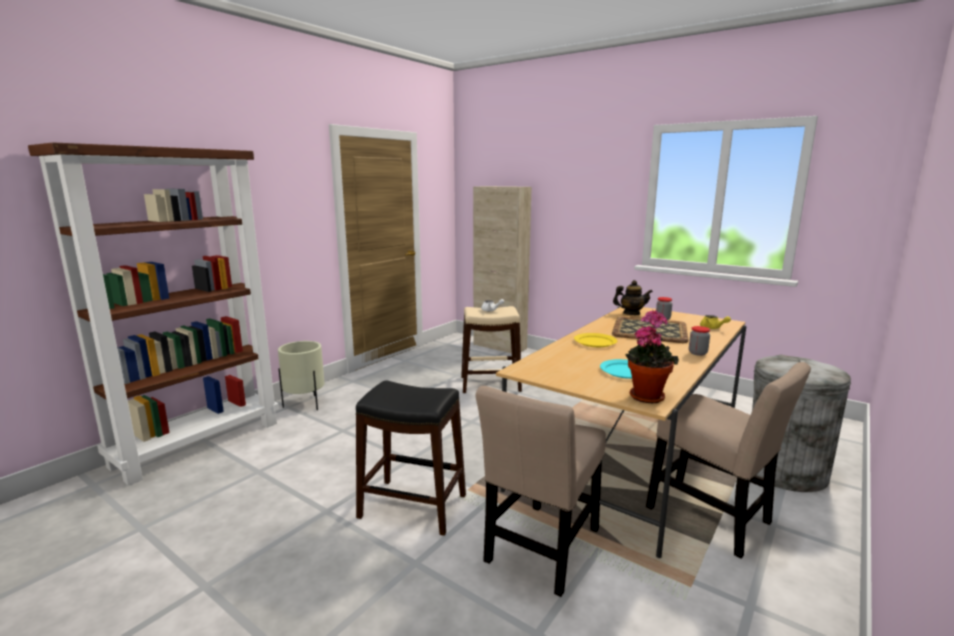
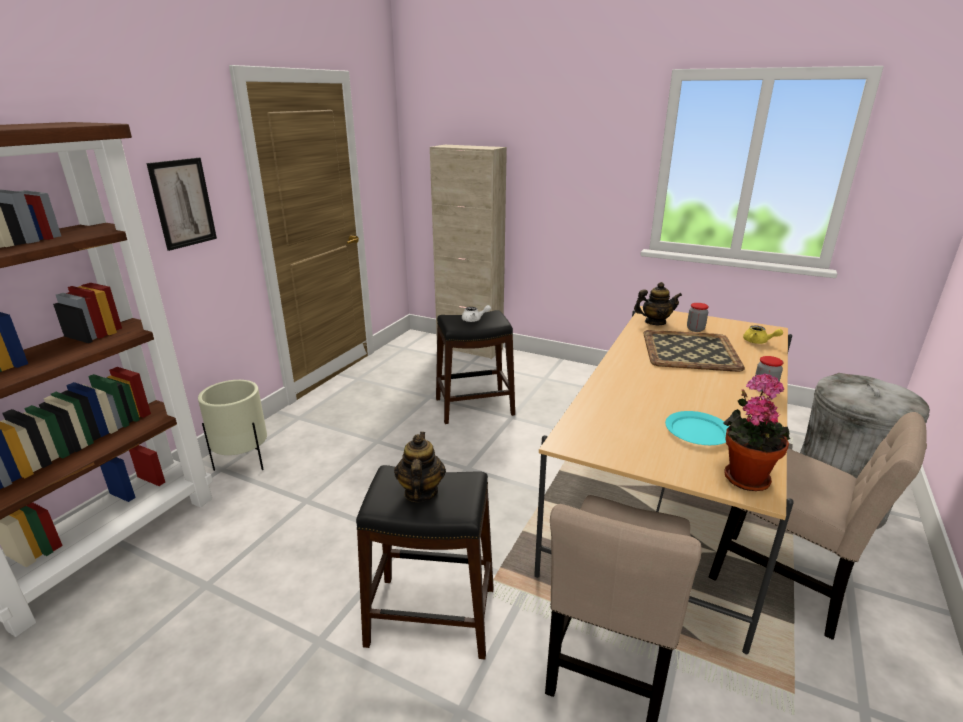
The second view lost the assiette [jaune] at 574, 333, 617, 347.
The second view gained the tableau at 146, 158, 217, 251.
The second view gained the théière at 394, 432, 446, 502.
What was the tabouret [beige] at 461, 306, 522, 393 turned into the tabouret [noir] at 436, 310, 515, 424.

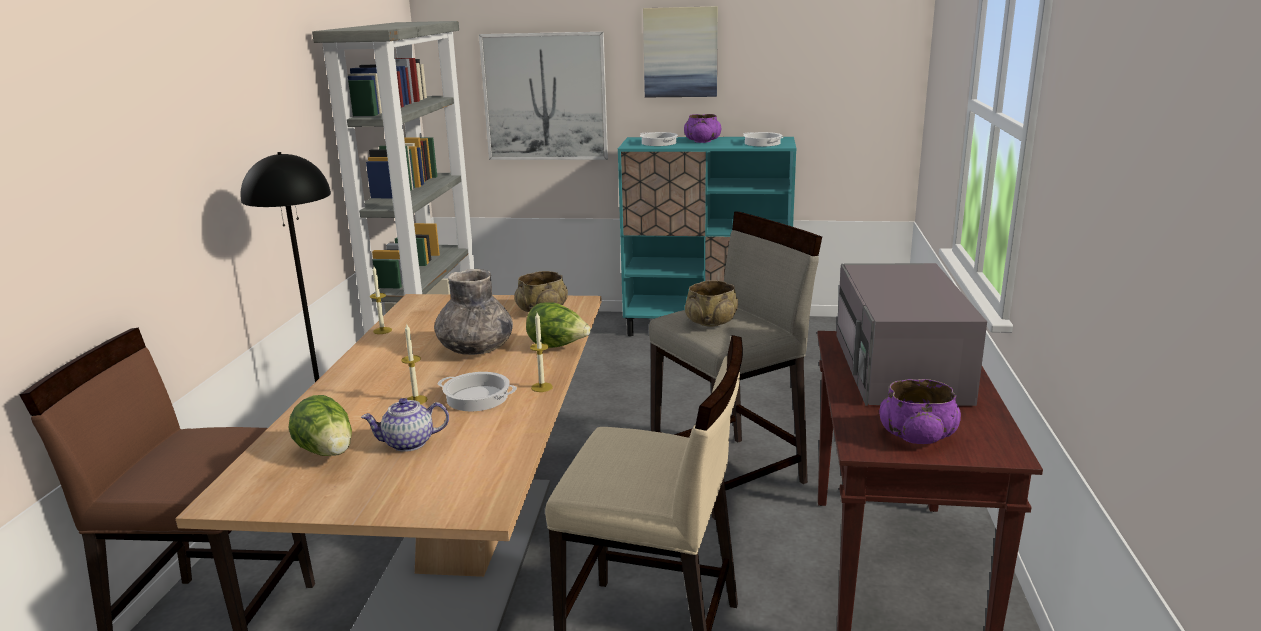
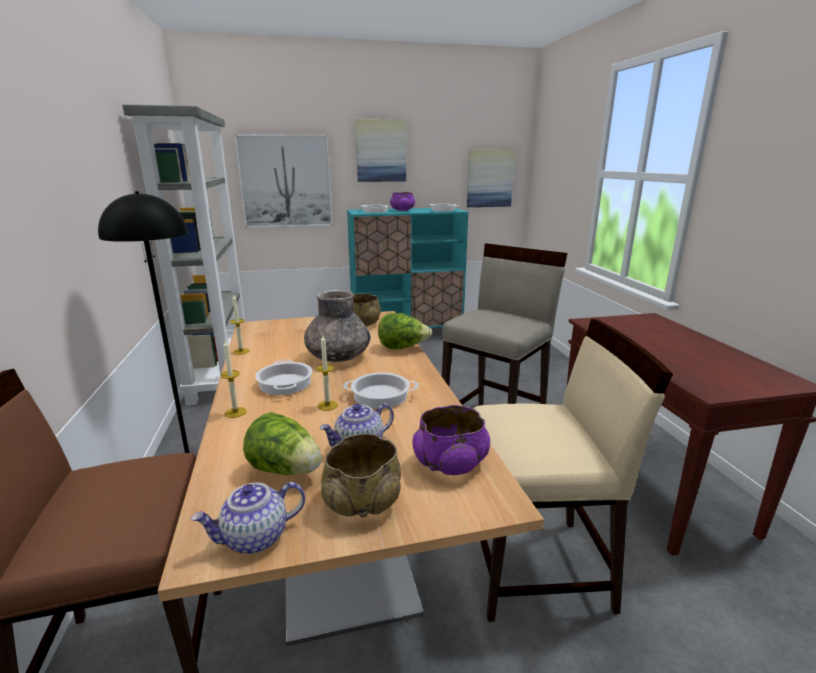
The second view lost the micro-ondes [gris] at 836, 263, 987, 406.
The second view gained the théière at 191, 482, 305, 554.
The second view gained the marmite at 255, 360, 313, 395.
The second view gained the tableau at 467, 150, 515, 207.
The bougie ended up elsewhere, having gone from 530, 313, 553, 392 to 220, 341, 247, 418.
The bol [beige] ended up elsewhere, having gone from 685, 280, 738, 327 to 321, 434, 401, 518.
The bol [violet] ended up elsewhere, having gone from 879, 379, 961, 444 to 412, 405, 490, 475.

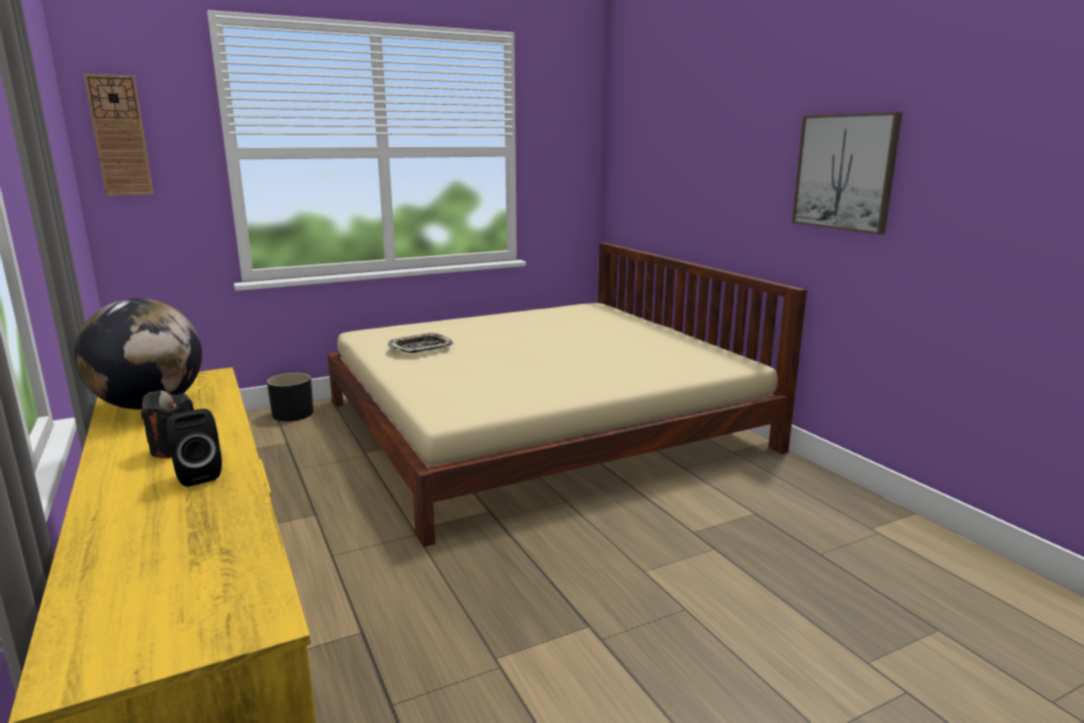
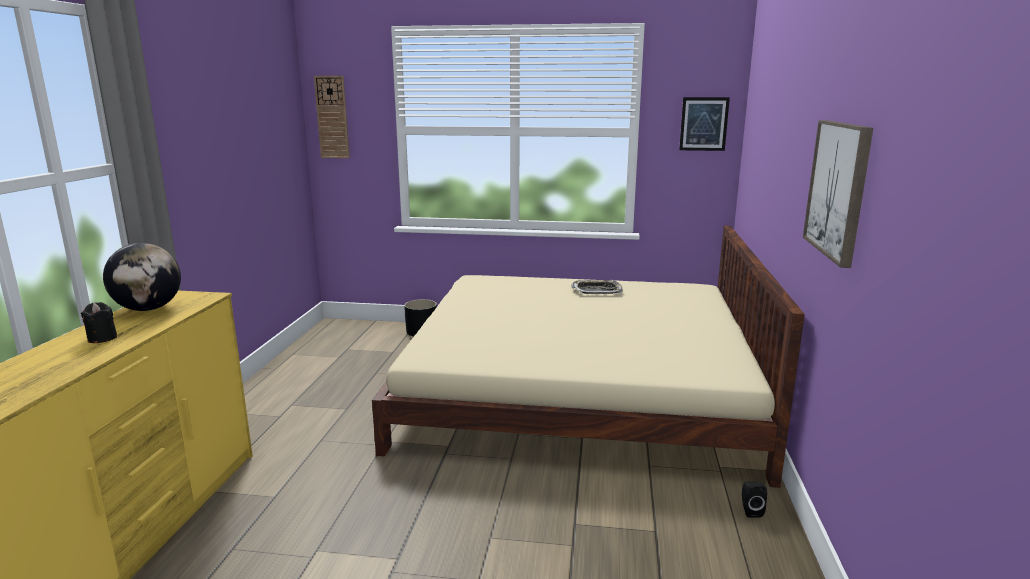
The second view gained the tableau at 679, 97, 730, 151.
The enceinte [noir] ended up elsewhere, having gone from 167, 409, 222, 487 to 742, 482, 767, 517.
The plateau ended up elsewhere, having gone from 388, 332, 453, 353 to 571, 280, 623, 294.

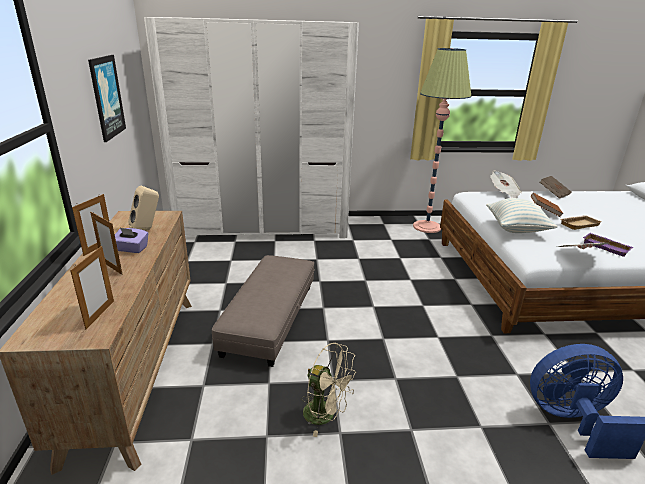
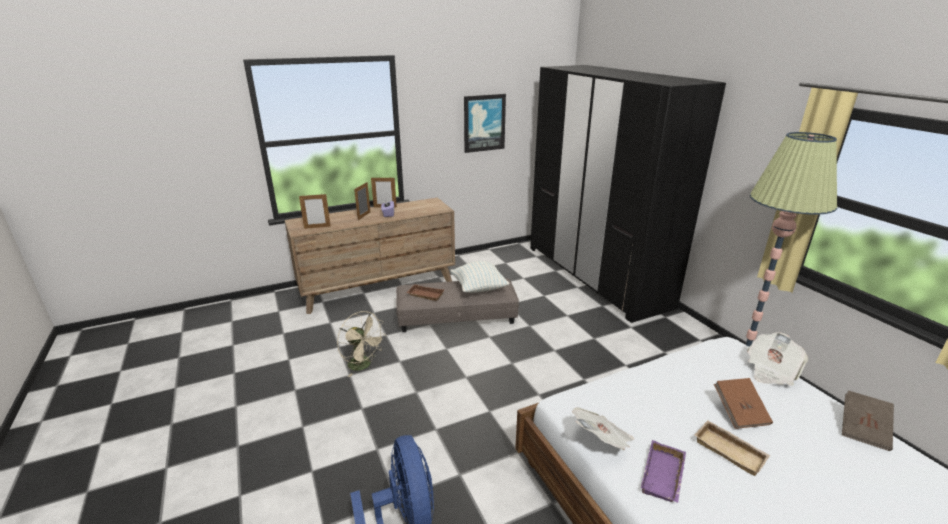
The second view lost the enceinte [beige] at 128, 185, 159, 231.
The second view gained the plateau [marron] at 406, 284, 445, 301.
The coussin ended up elsewhere, having gone from 486, 198, 558, 233 to 450, 261, 510, 293.
What was the armoire [blanc] at 144, 17, 359, 238 turned into the armoire [noir] at 530, 65, 726, 323.
The ventilateur [beige] at 301, 343, 357, 437 ended up facing another way, 60 degrees counterclockwise from before.

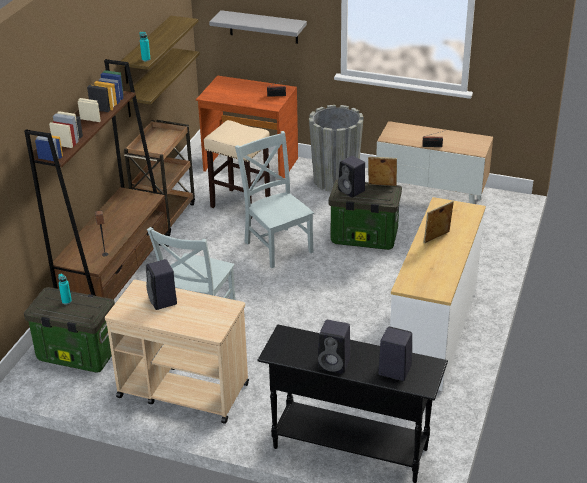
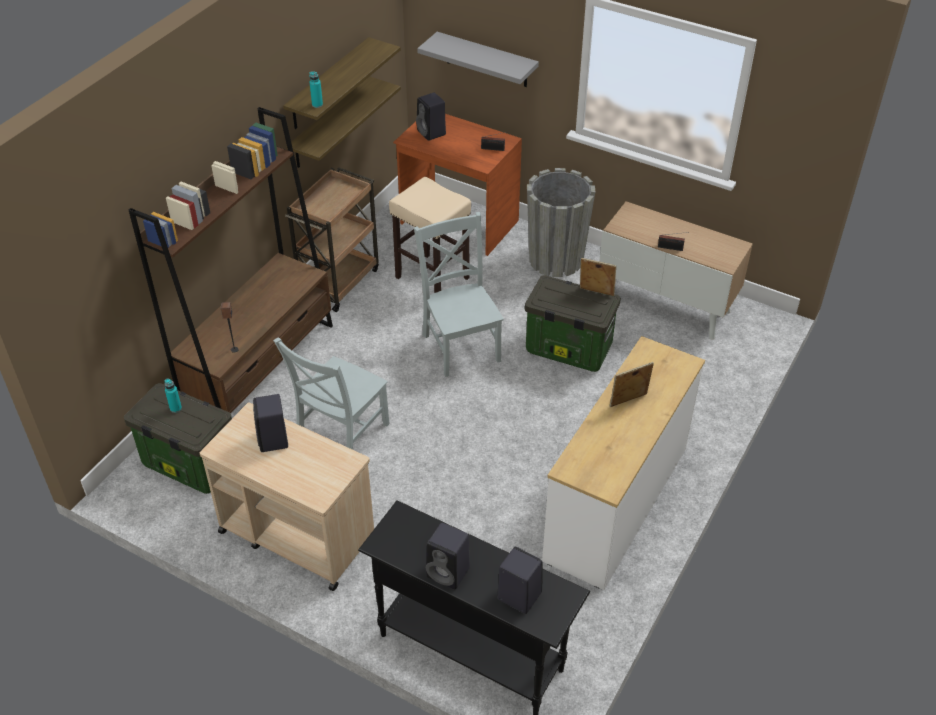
The enceinte [noir] ended up elsewhere, having gone from 338, 156, 365, 197 to 416, 92, 446, 141.

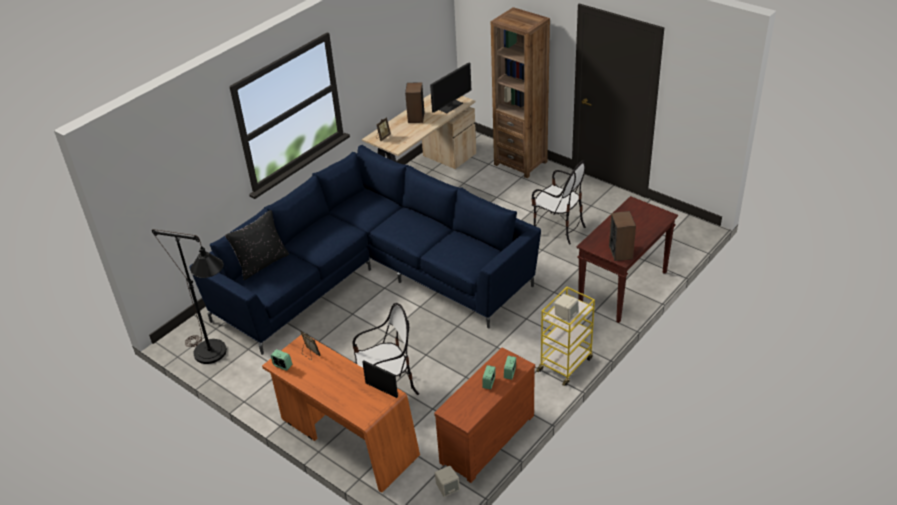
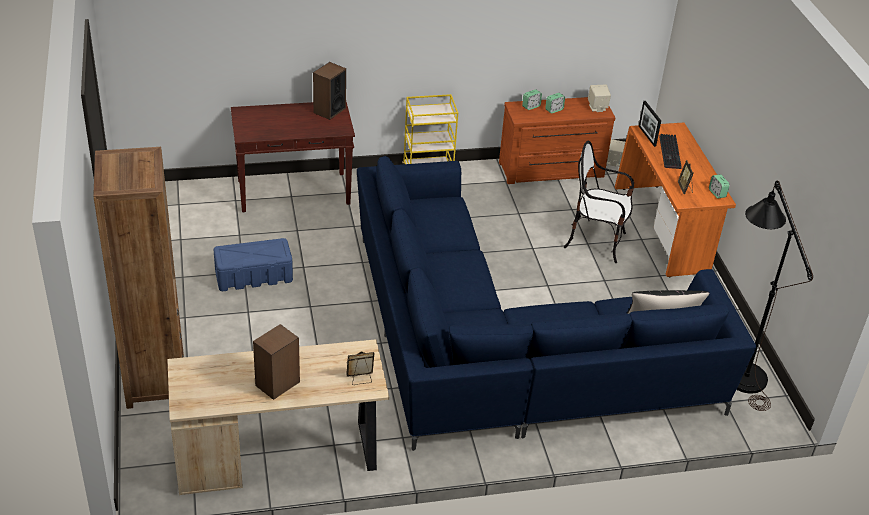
The second view lost the écran d'ordinateur at 430, 62, 471, 113.
The second view gained the clavier at 659, 134, 682, 169.
The enceinte [beige] ended up elsewhere, having gone from 554, 294, 579, 323 to 588, 84, 611, 112.
Where the chaise stood at 531, 160, 586, 244, the boîte de rangement [bleu] came to stand at 214, 238, 293, 291.

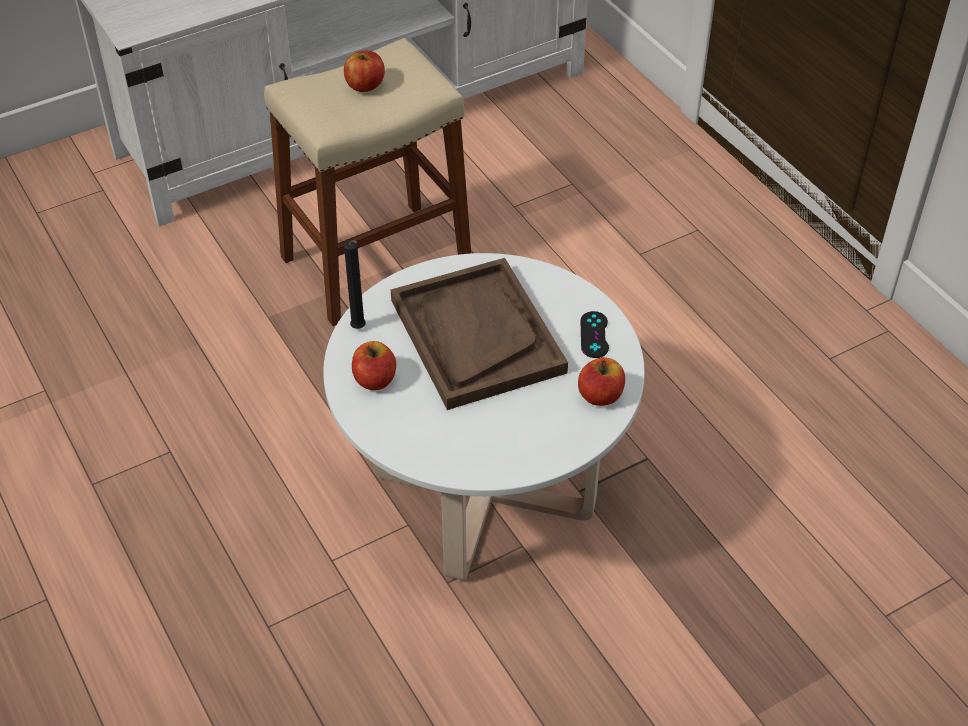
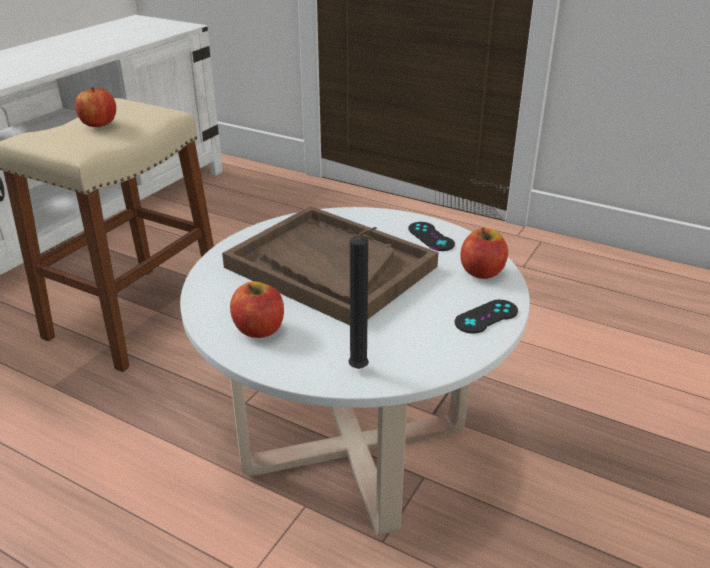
The second view gained the manette [noir] at 454, 300, 518, 334.
The bougie [noir] ended up elsewhere, having gone from 344, 240, 366, 329 to 348, 227, 377, 369.

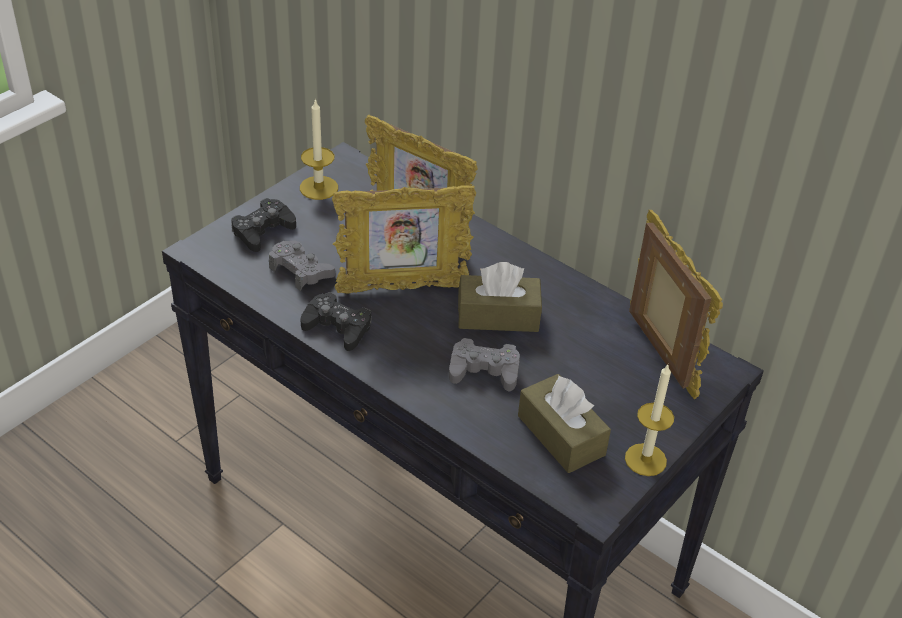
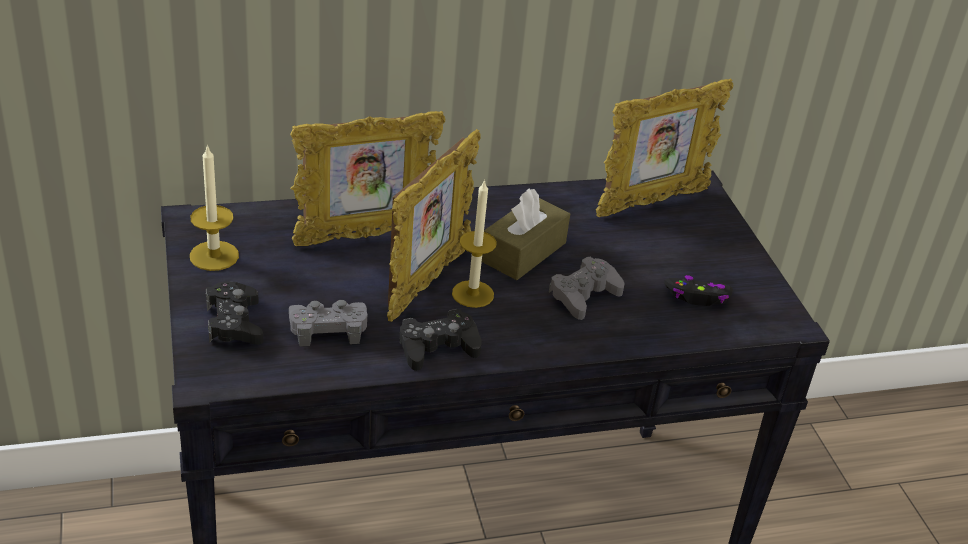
The bougie ended up elsewhere, having gone from 625, 365, 674, 476 to 452, 179, 497, 308.
Where the boîte à mouchoirs [marron] stood at 518, 374, 611, 473, the manette [noir] came to stand at 664, 275, 733, 306.
The cadre photo at 629, 210, 723, 399 ended up facing another way, 135 degrees clockwise from before.

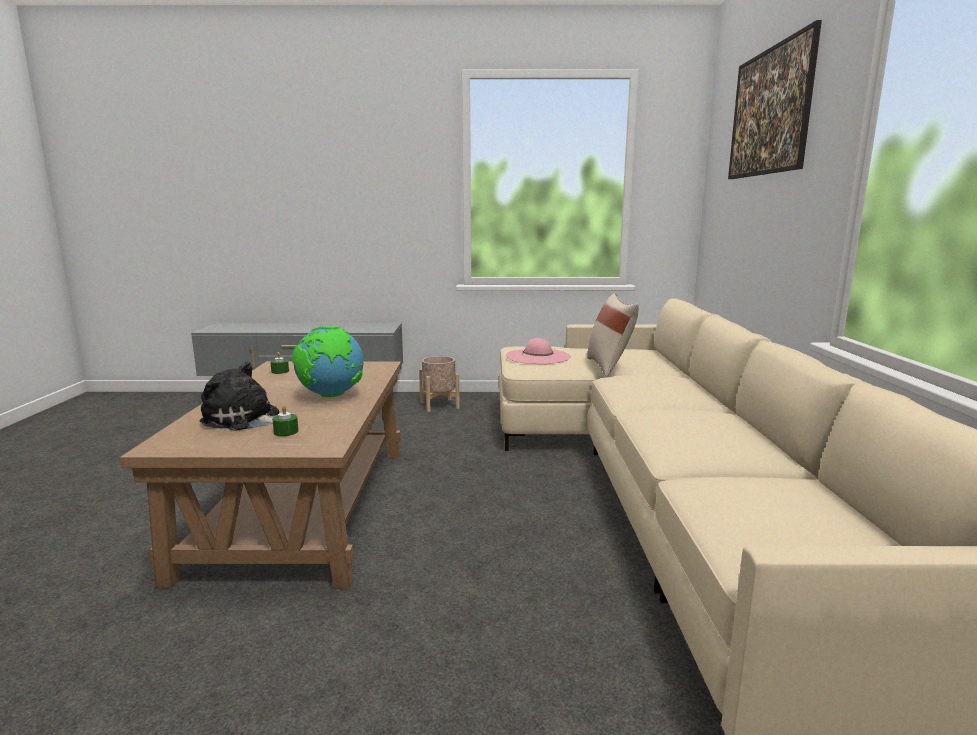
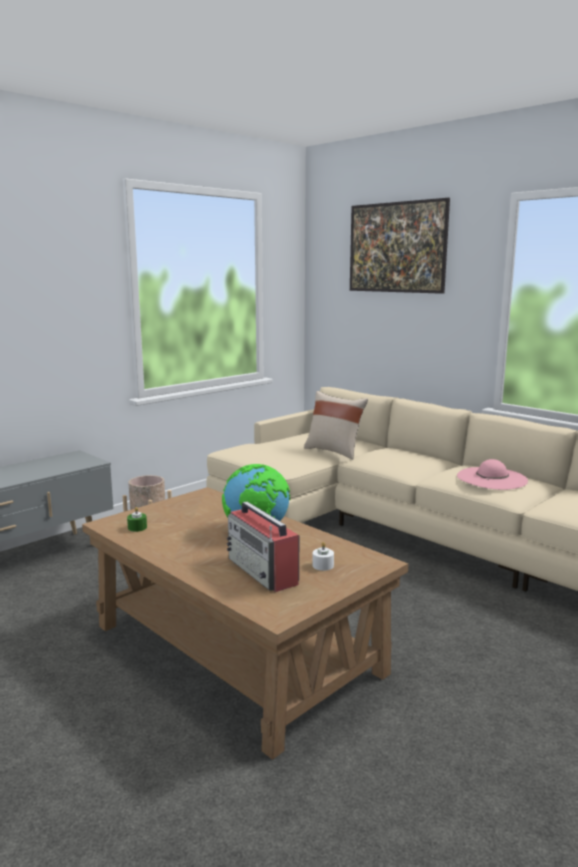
The chapeau [rose] ended up elsewhere, having gone from 506, 338, 571, 364 to 457, 459, 528, 490.
Where the peluche stood at 199, 362, 279, 431, the radio came to stand at 227, 502, 299, 592.
What was the bougie [vert] at 272, 405, 298, 436 turned into the bougie [blanc] at 312, 542, 334, 571.

